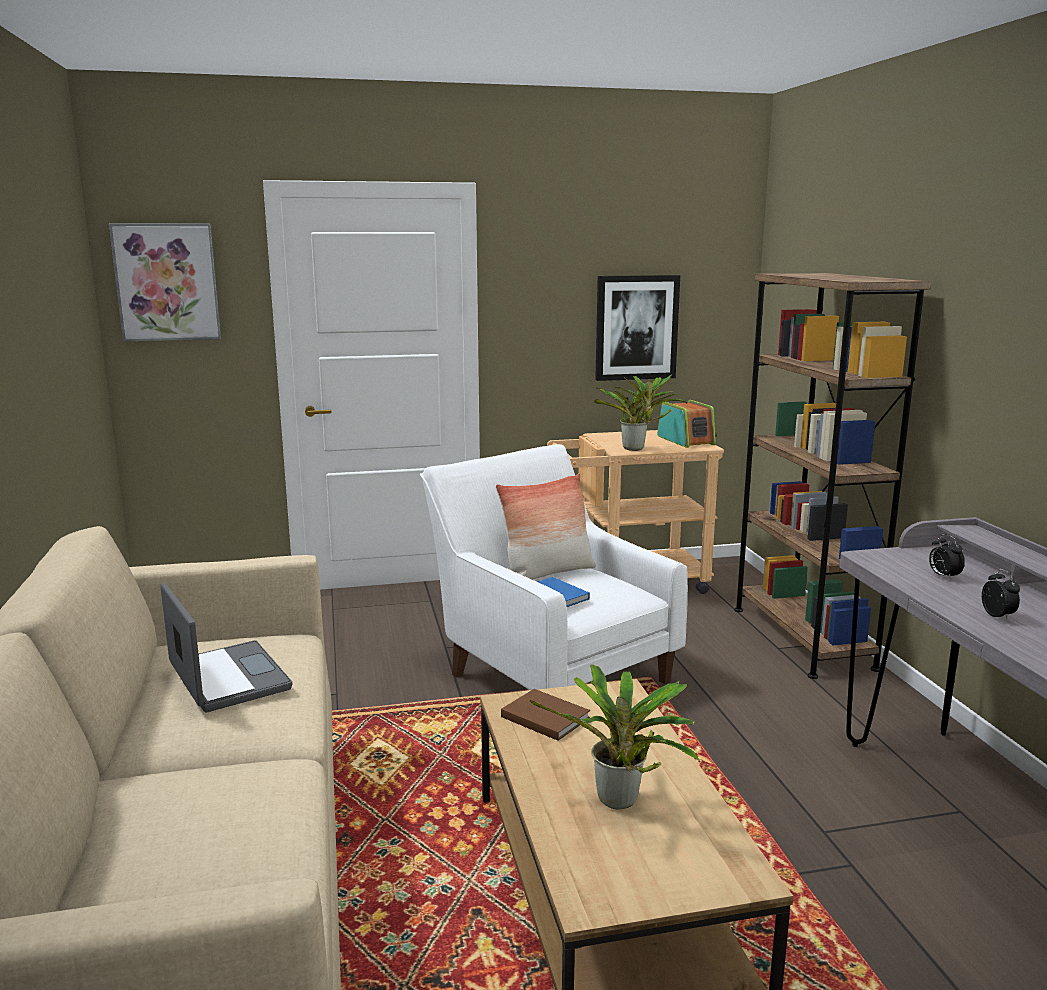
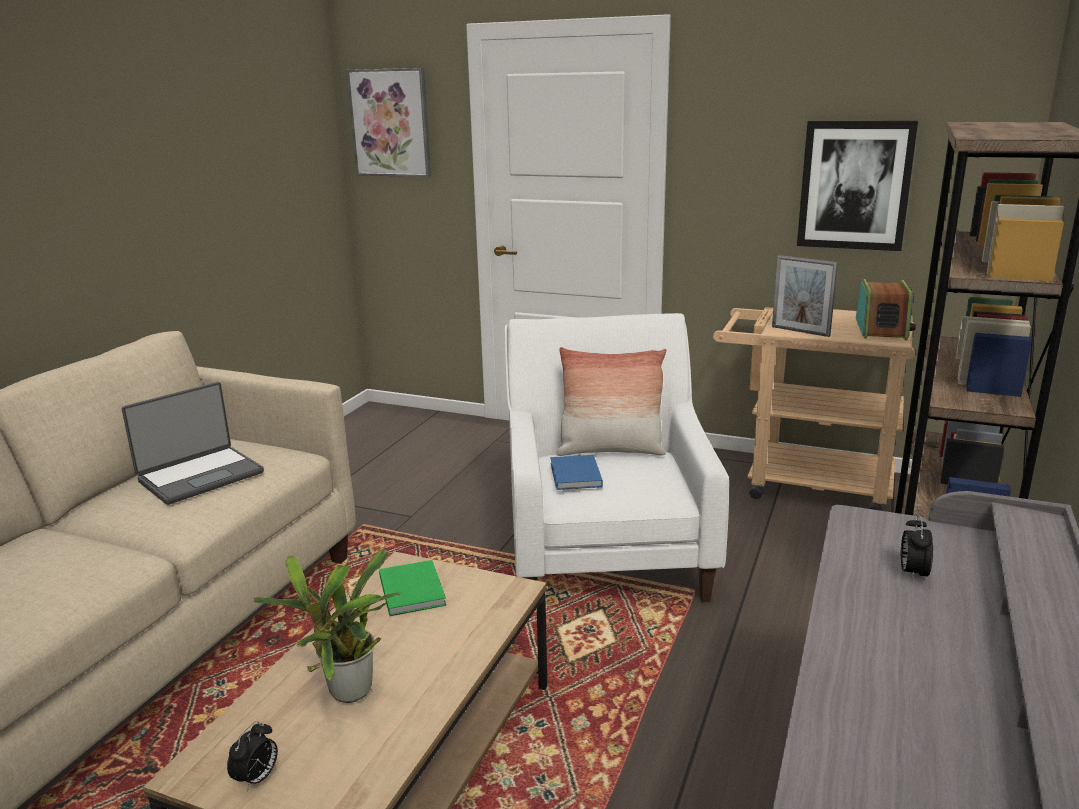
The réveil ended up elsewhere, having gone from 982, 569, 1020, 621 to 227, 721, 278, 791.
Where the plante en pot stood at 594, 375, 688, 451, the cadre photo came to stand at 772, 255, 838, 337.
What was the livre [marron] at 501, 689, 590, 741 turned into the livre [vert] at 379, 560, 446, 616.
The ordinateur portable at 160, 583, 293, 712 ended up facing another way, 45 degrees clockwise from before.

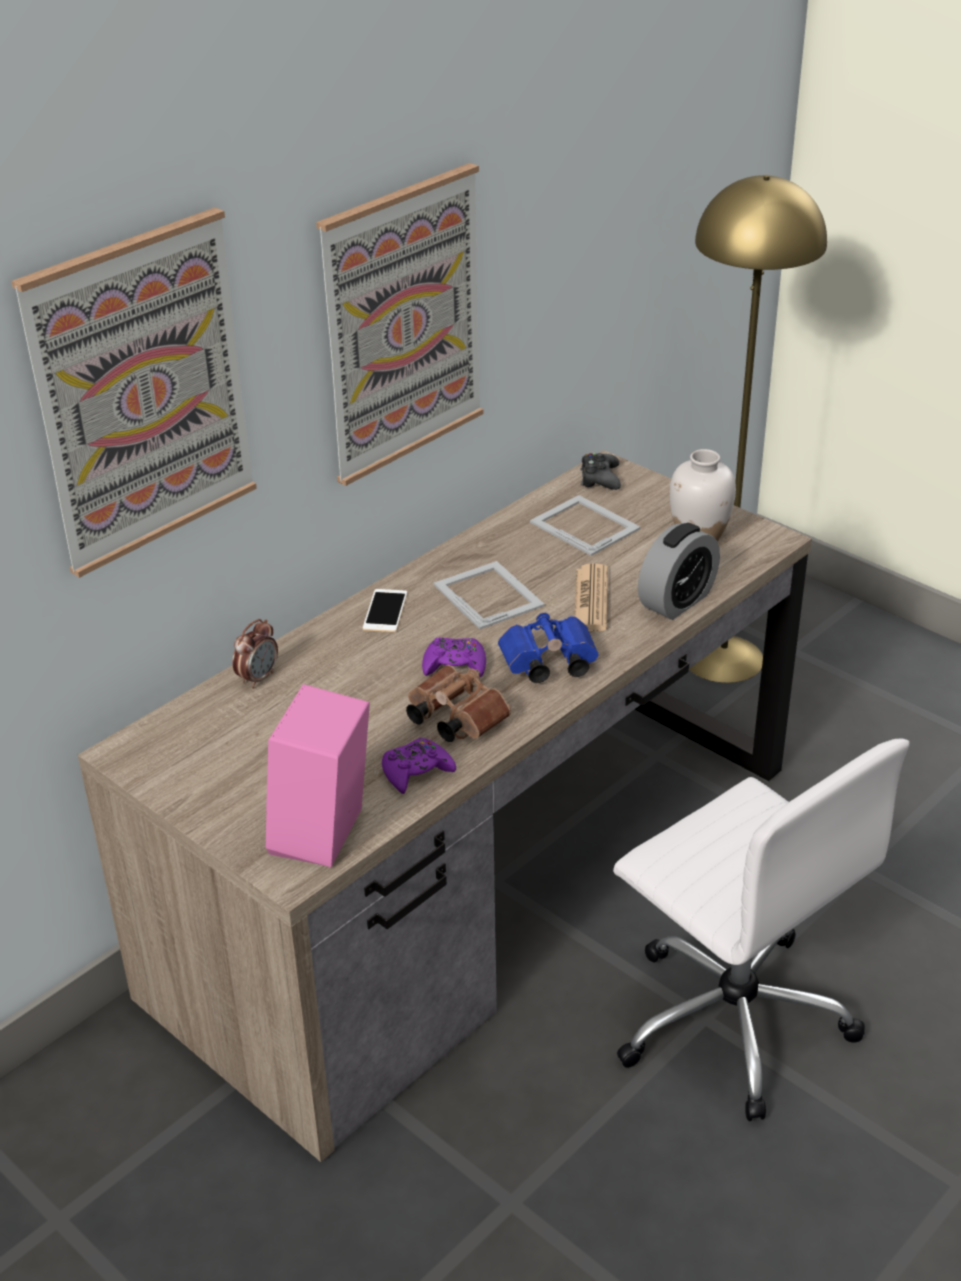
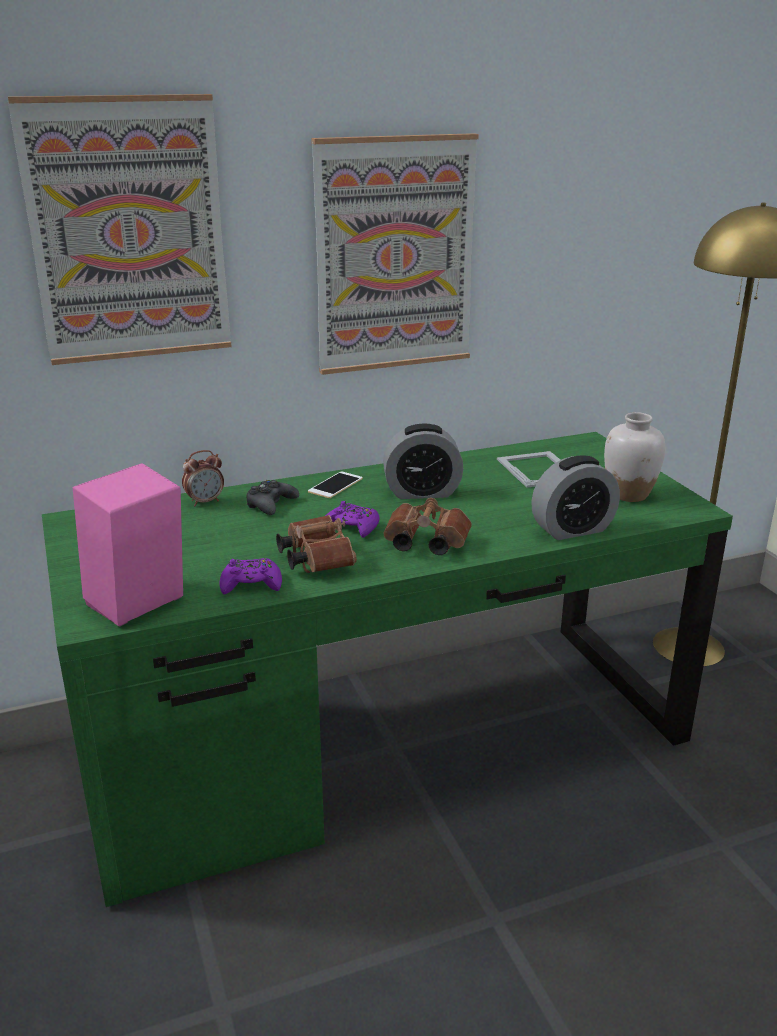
The second view lost the journal at 574, 563, 608, 631.
The second view lost the chaise de bureau [blanc] at 613, 738, 910, 1121.
The manette [noir] ended up elsewhere, having gone from 580, 453, 621, 490 to 246, 480, 299, 515.
Where the cadre photo stood at 434, 561, 545, 630, the réveil came to stand at 383, 424, 464, 499.
What was the bureau [marron] at 78, 450, 812, 1162 turned into the bureau [vert] at 42, 432, 733, 907.
What was the jumelles [bleu] at 498, 612, 599, 683 turned into the jumelles [marron] at 384, 498, 472, 555.

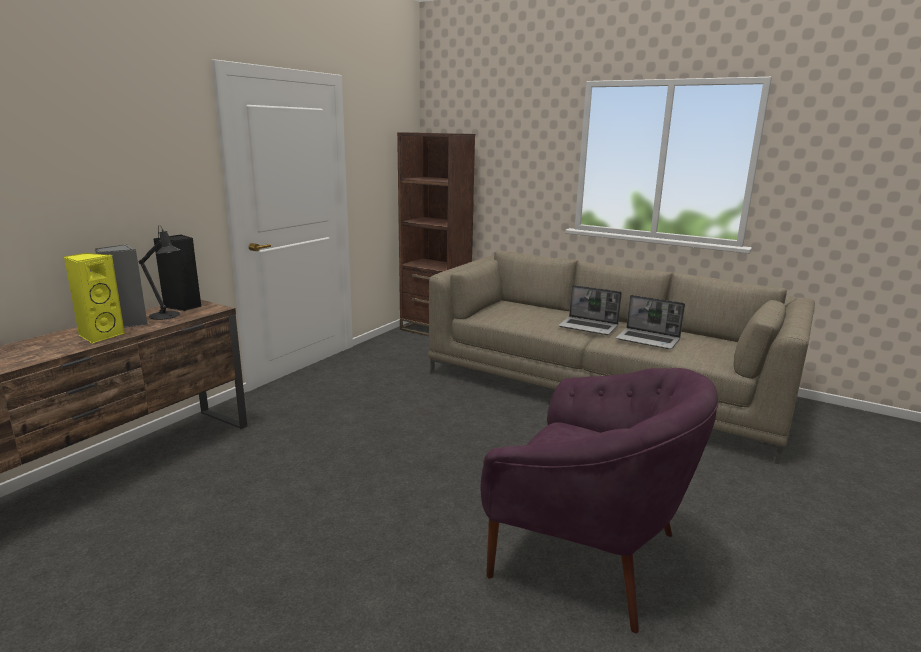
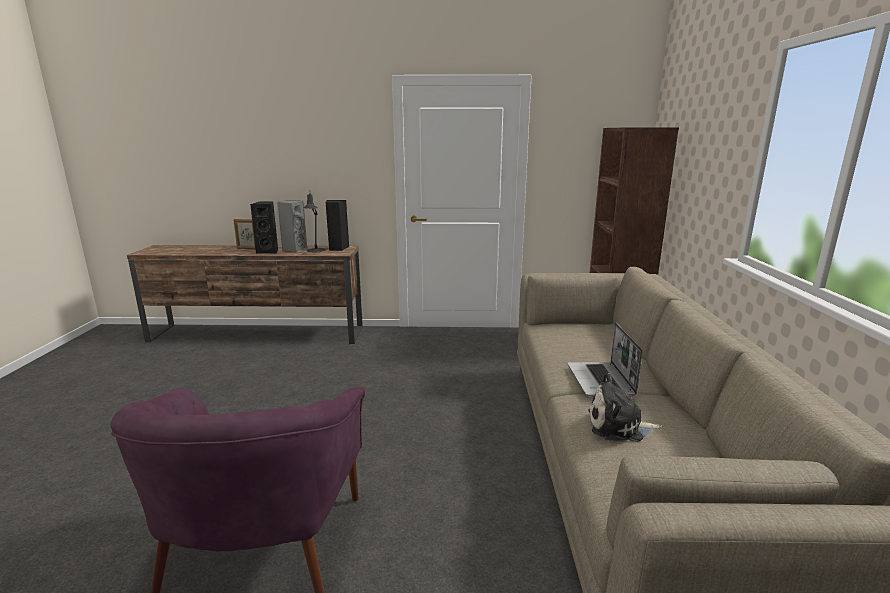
The second view gained the cadre photo at 233, 219, 255, 249.
Where the ordinateur portable stood at 616, 295, 685, 349, the peluche came to stand at 588, 373, 663, 442.
What was the enceinte [jaune] at 64, 253, 125, 343 turned into the enceinte [noir] at 250, 201, 278, 254.

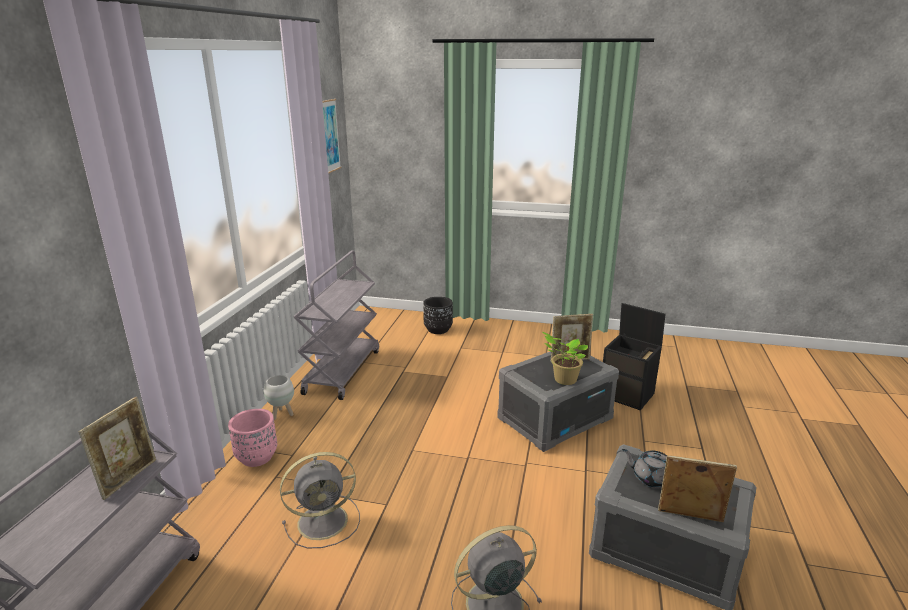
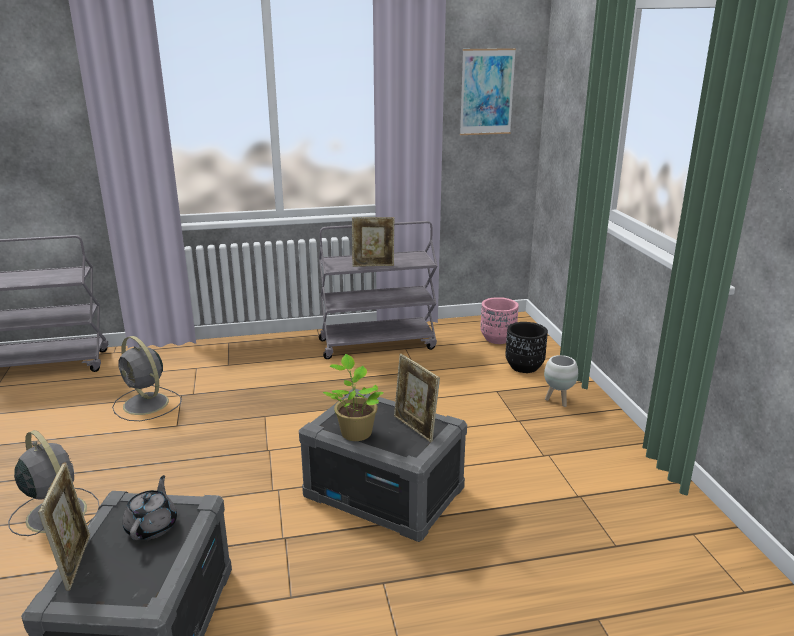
The second view lost the boîte de rangement [noir] at 603, 303, 666, 410.
The cadre photo ended up elsewhere, having gone from 78, 397, 156, 500 to 352, 217, 395, 267.
The cache-pot [rose] ended up elsewhere, having gone from 228, 409, 277, 467 to 480, 297, 519, 344.
The cache-pot [blanc] ended up elsewhere, having gone from 264, 375, 294, 420 to 544, 355, 578, 407.

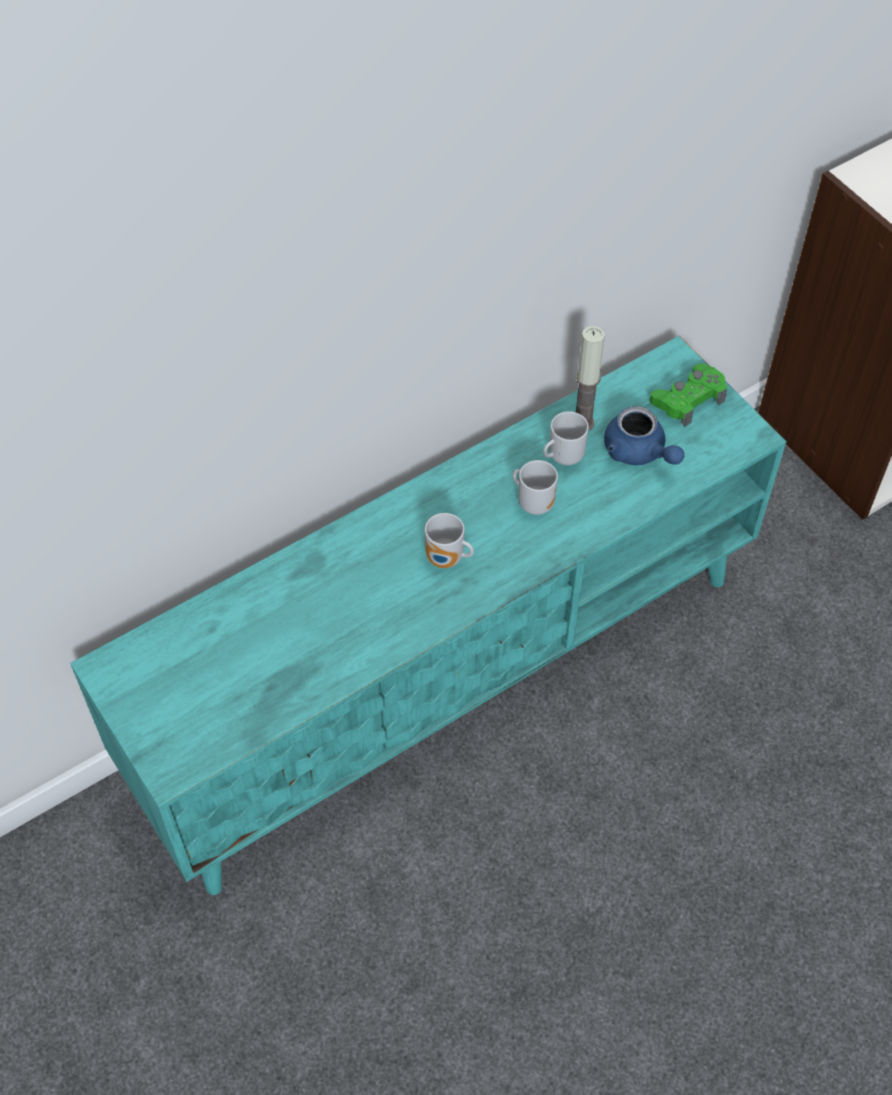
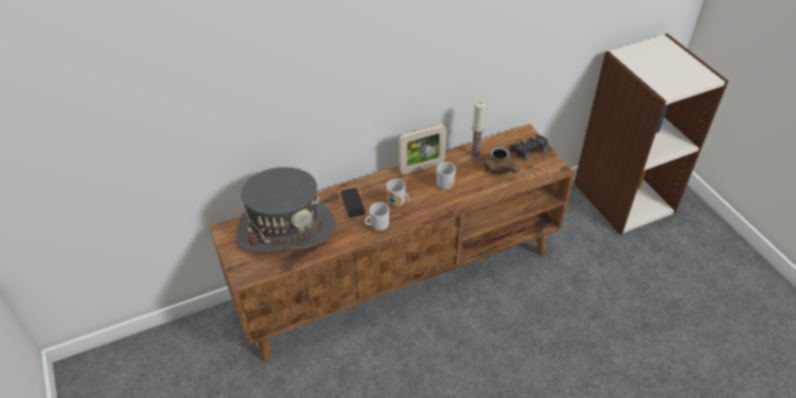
The second view gained the chapeau [gris] at 236, 167, 336, 253.
The second view gained the téléphone at 341, 188, 365, 217.
The second view gained the cadre photo at 399, 124, 447, 174.
The mug ended up elsewhere, having gone from 543, 411, 589, 465 to 365, 202, 389, 231.
What was the meuble télé [turquoise] at 70, 336, 786, 895 turned into the meuble télé [marron] at 209, 124, 575, 361.
What was the théière [bleu] at 604, 406, 684, 465 turned into the théière [marron] at 483, 146, 520, 175.
What was the manette [vert] at 649, 363, 727, 427 turned into the manette [noir] at 510, 135, 548, 161.

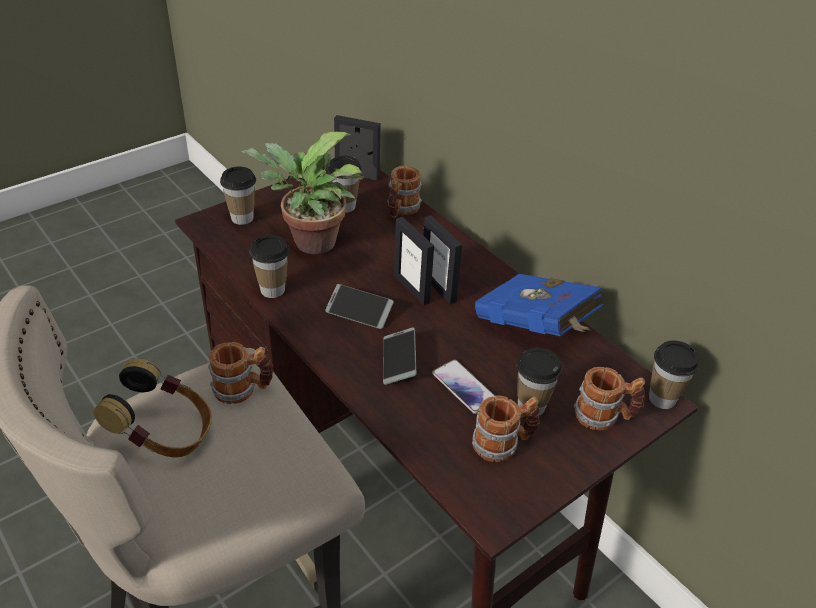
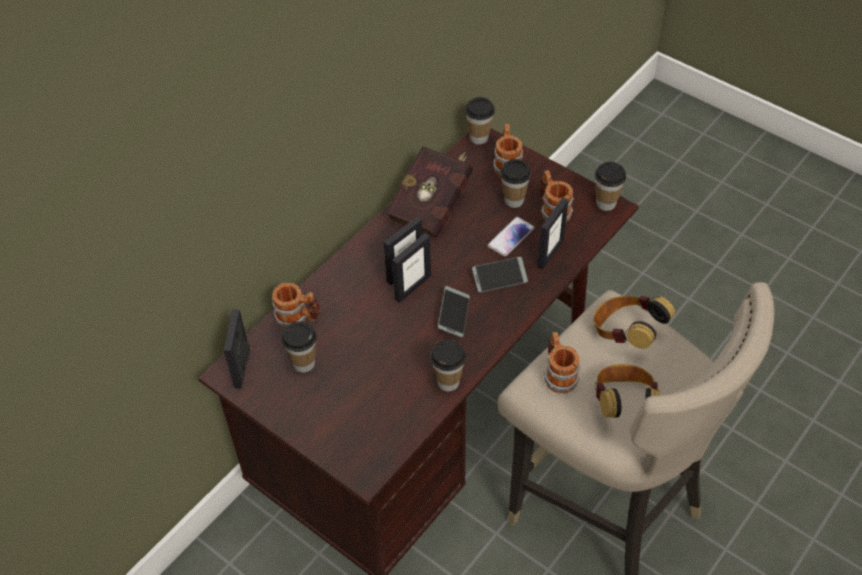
The second view lost the plante en pot at 241, 132, 364, 254.
The second view gained the cadre photo at 537, 198, 568, 270.
The second view gained the casque audio at 593, 295, 675, 349.
The tasse ended up elsewhere, having gone from 220, 167, 256, 225 to 595, 162, 626, 211.
What was the livre [bleu] at 475, 274, 603, 336 turned into the livre [rouge] at 386, 146, 473, 238.

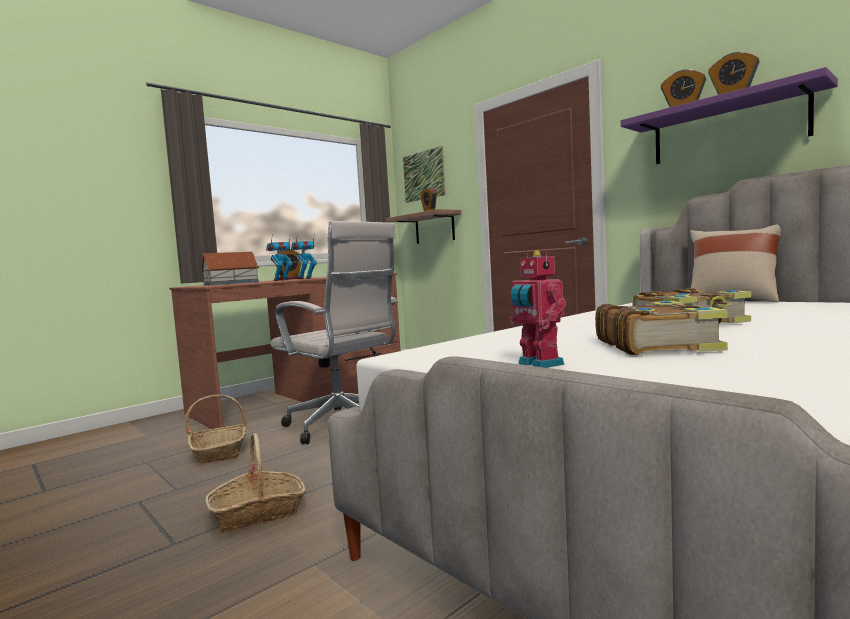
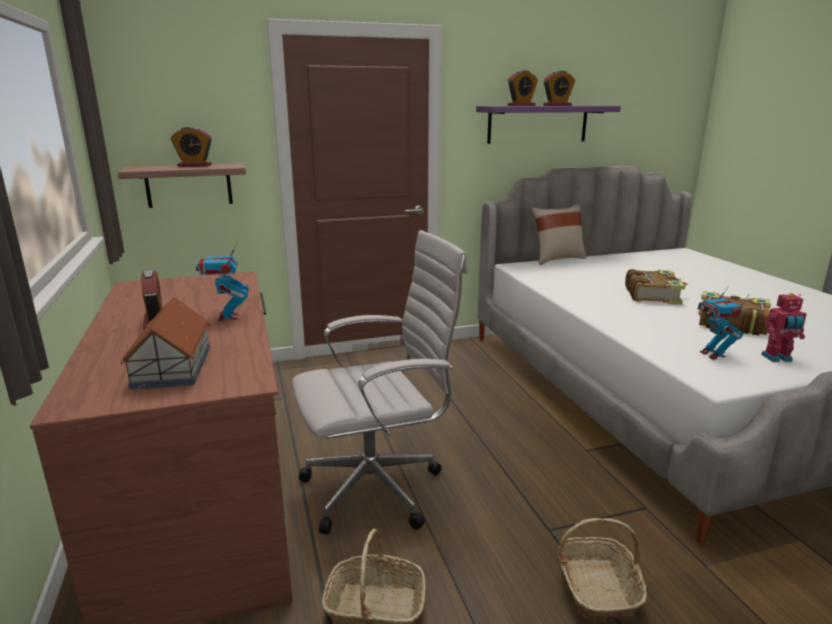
The second view lost the tableau at 403, 146, 445, 203.
The robot jouet ended up elsewhere, having gone from 266, 234, 292, 281 to 698, 287, 749, 360.

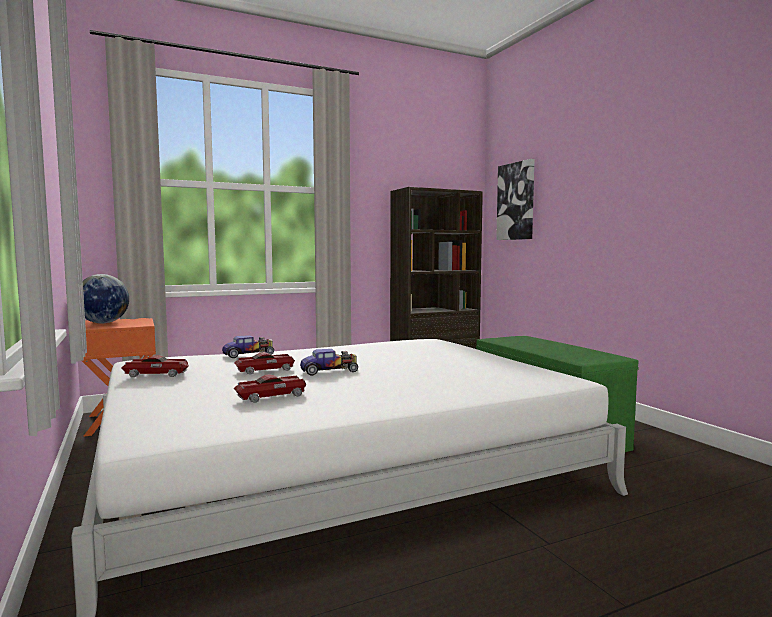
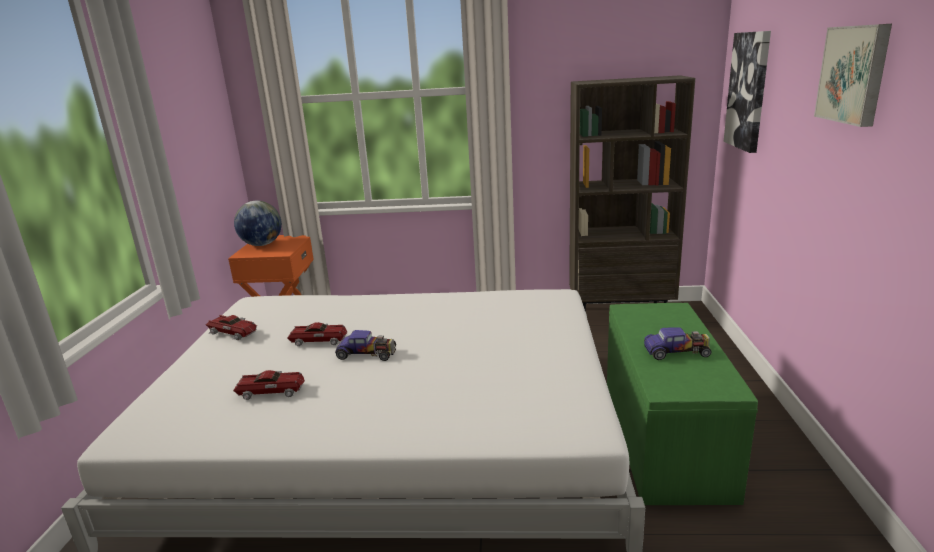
The second view gained the tableau at 814, 24, 892, 127.
The petite voiture ended up elsewhere, having gone from 222, 335, 274, 358 to 644, 327, 711, 360.

